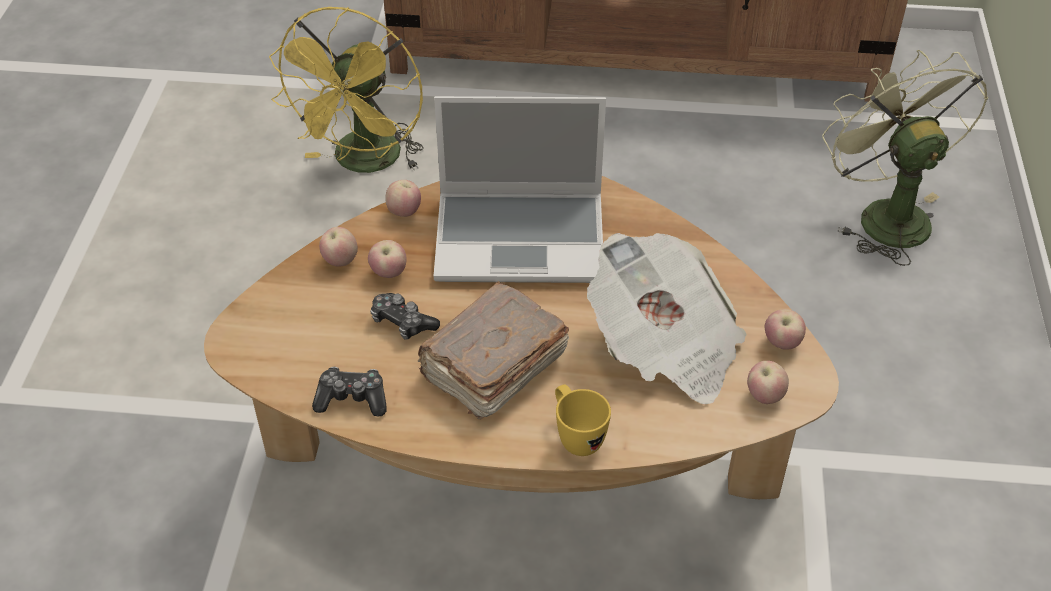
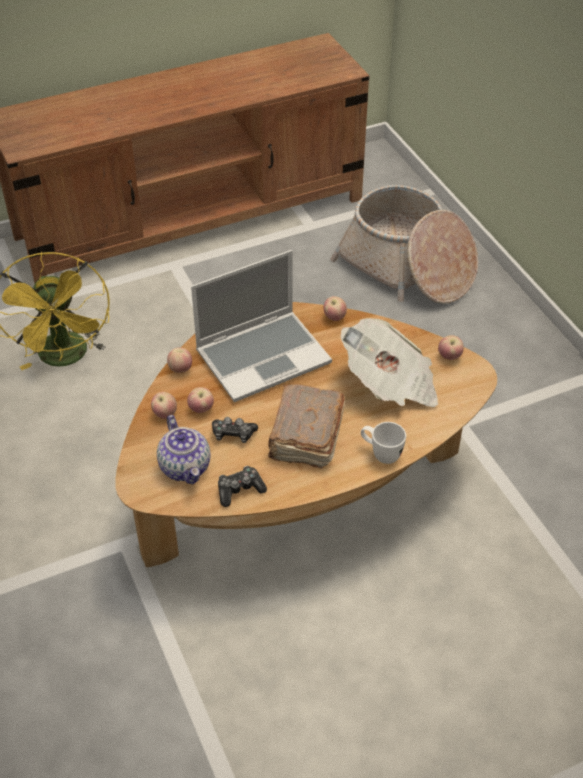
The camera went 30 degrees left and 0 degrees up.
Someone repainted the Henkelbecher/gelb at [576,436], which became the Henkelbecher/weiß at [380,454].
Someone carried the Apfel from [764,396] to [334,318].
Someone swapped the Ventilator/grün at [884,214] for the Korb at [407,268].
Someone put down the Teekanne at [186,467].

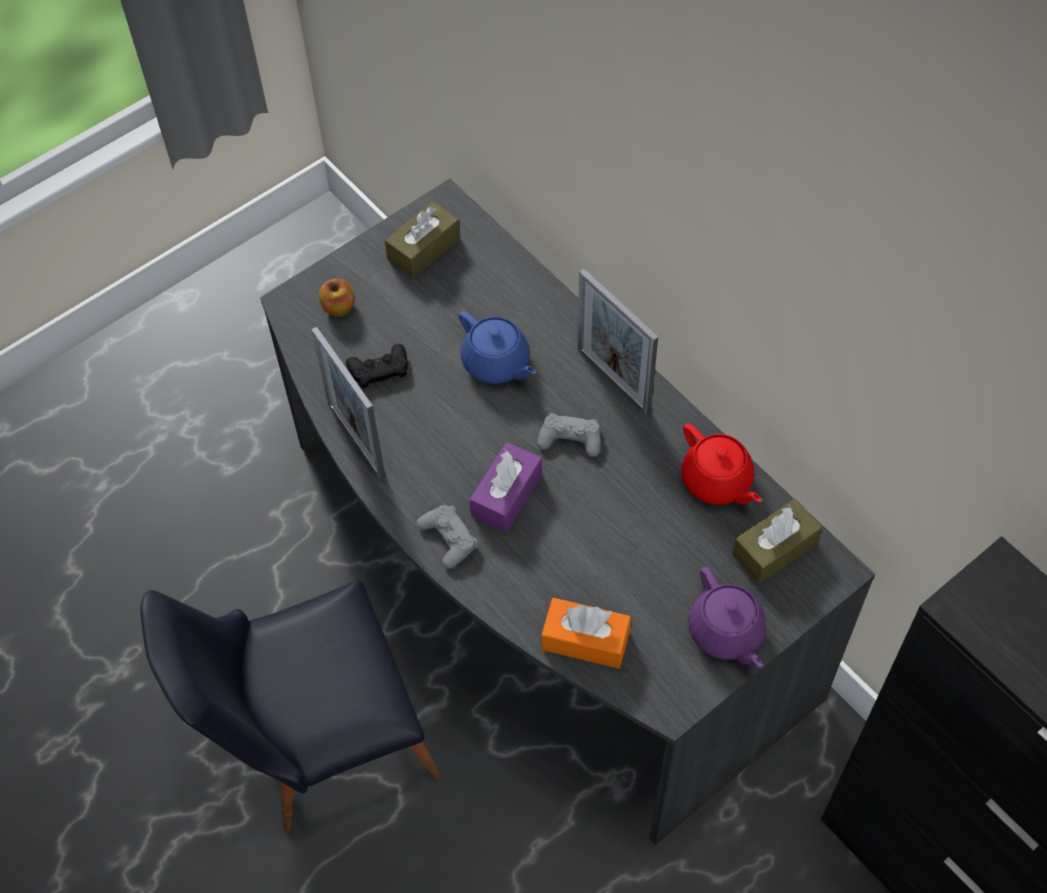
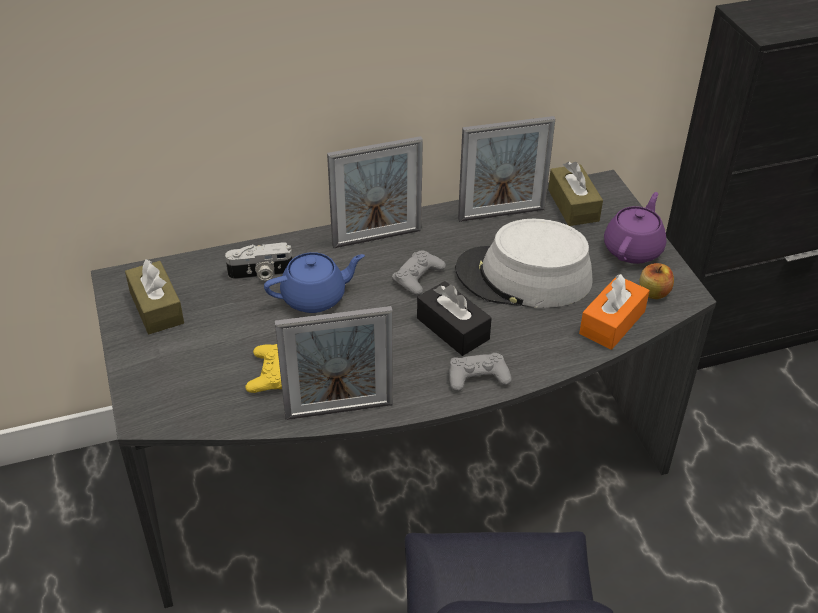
The camera went 70 degrees left and 15 degrees down.
Someone carried the Apfel from [339,307] to [653,292].
Someone repainted the Gamepad/schwarz at [379,369], which became the Gamepad/gelb at [269,373].
Someone repainted the Taschentuchbox/lila at [506,495], which became the Taschentuchbox/schwarz at [453,328].
Someone swapped the Teekanne/rot at [717,481] for the Bilderrahmen at [501,214].
Someone rotated the Teekanne/lila at [726,632] by 60 degrees counterclockwise.
Someone put down the Kamera at [261,274].
Someone put down the Hut/grau at [523,277].

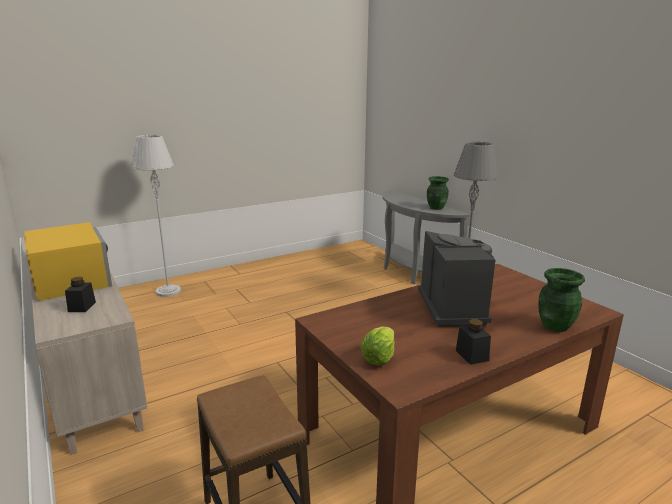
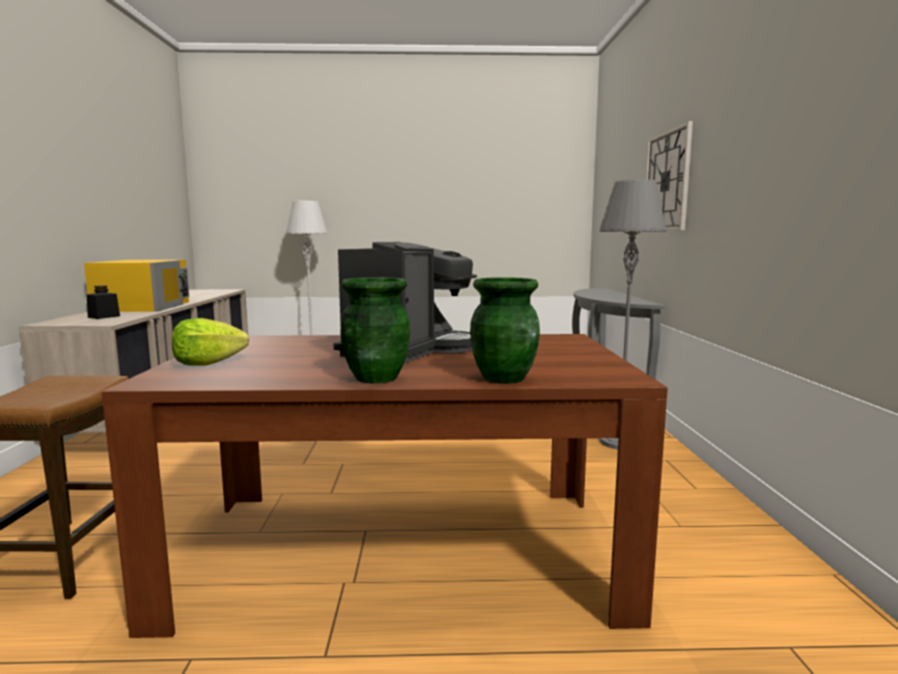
The camera went 30 degrees right and 10 degrees down.
Someone carried the Vase/grün from [436,208] to [376,378].
Someone took away the Vorratsglas/schwarz at [472,355].
Someone put up the Wanduhr at [667,181].

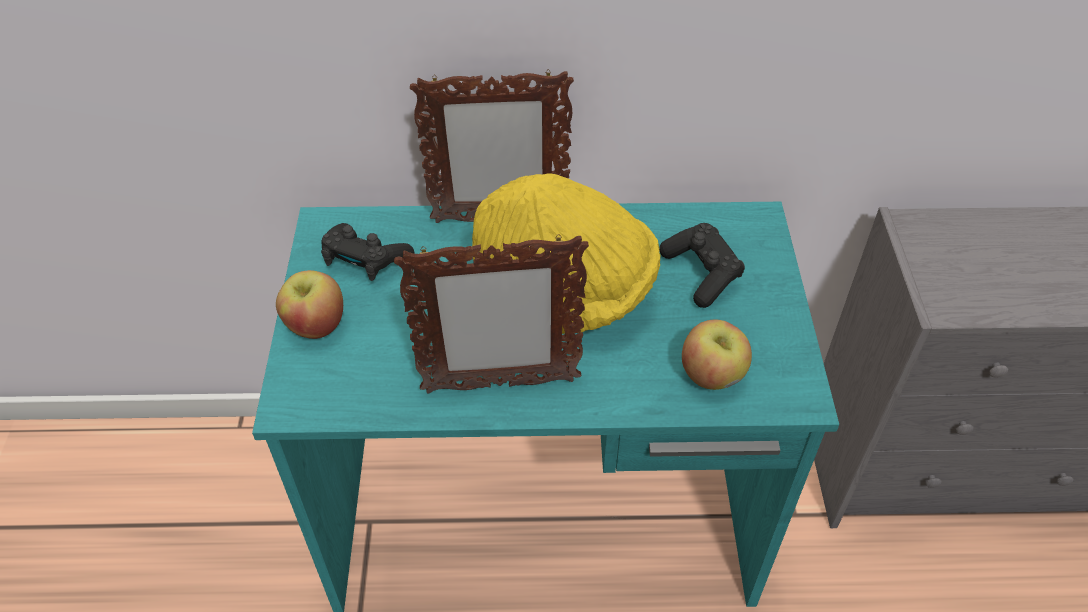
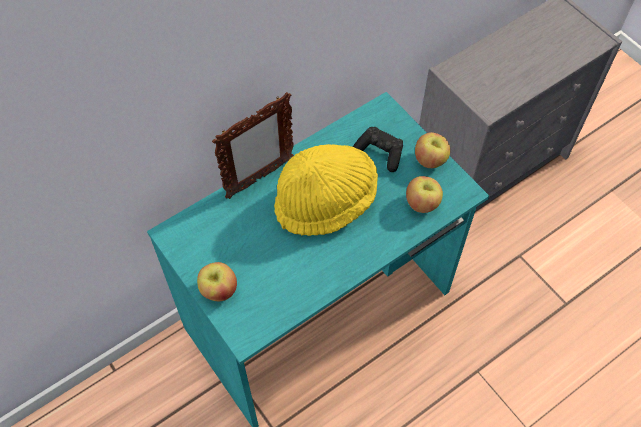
The camera went 35 degrees left and 10 degrees up.
Someone took away the Gamepad/schwarz at [365,261].
Someone took away the Bilderrahmen at [499,385].
Someone put down the Apfel at [430,160].

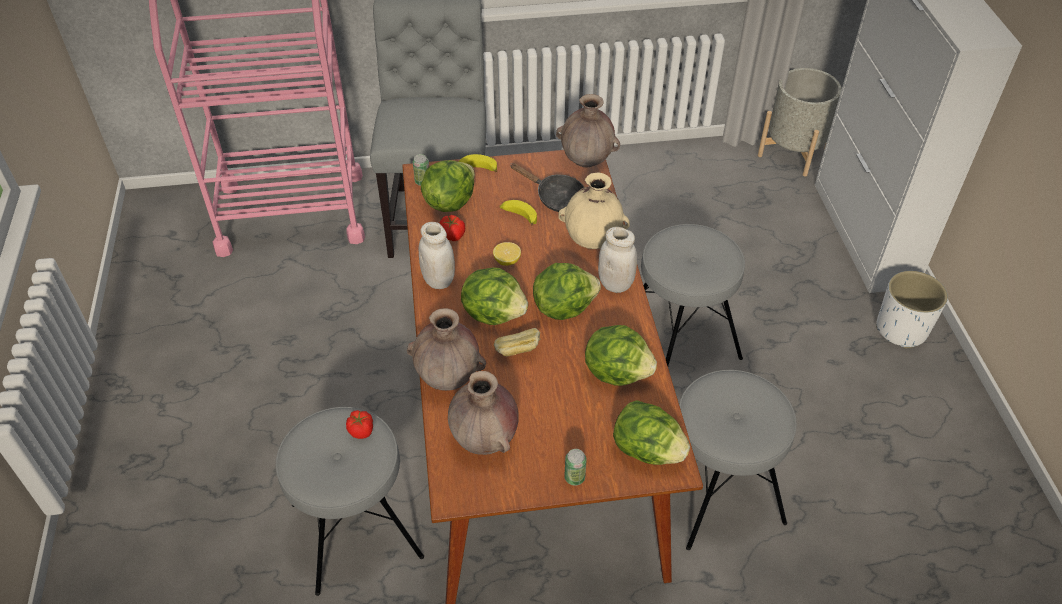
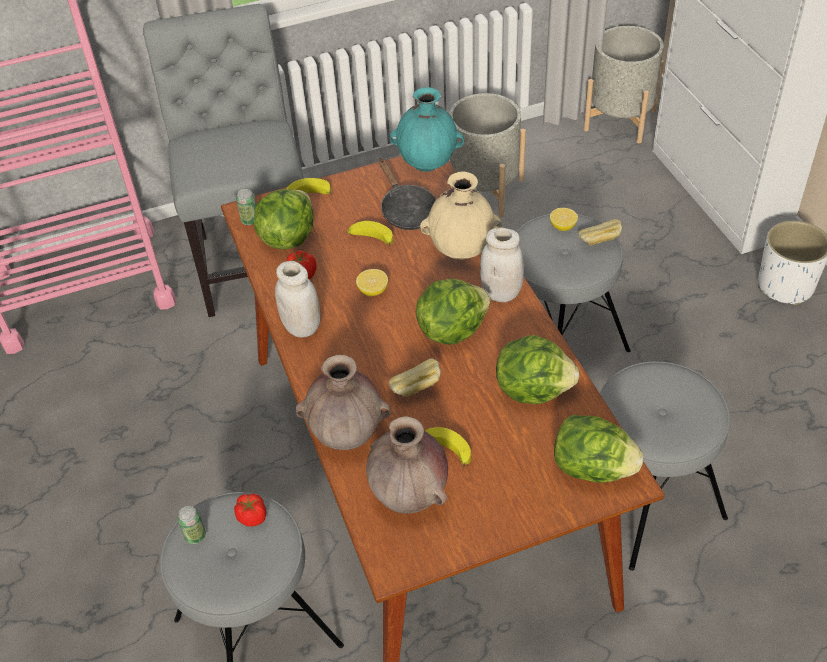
The camera went 10 degrees left and 0 degrees up.
Someone took away the Salatkopf at [494,313].
Someone rotated the Pfanne/schwarz at [556,197] by 45 degrees clockwise.
Someone repainted the Vase/braun at [586,162], which became the Vase/türkis at [428,165].
Someone carried the Dose from [574,477] to [195,535].
Someone put down the Banane at [446,450].
Someone put down the Pflanzkübel/grau at [484,190].
Someone put down the Zitrone at [562,226].
Someone put down the Brot at [599,243].

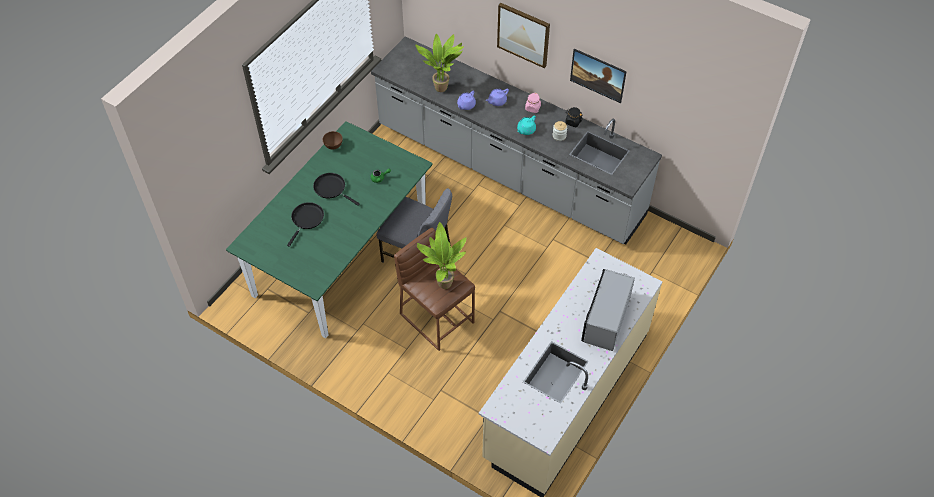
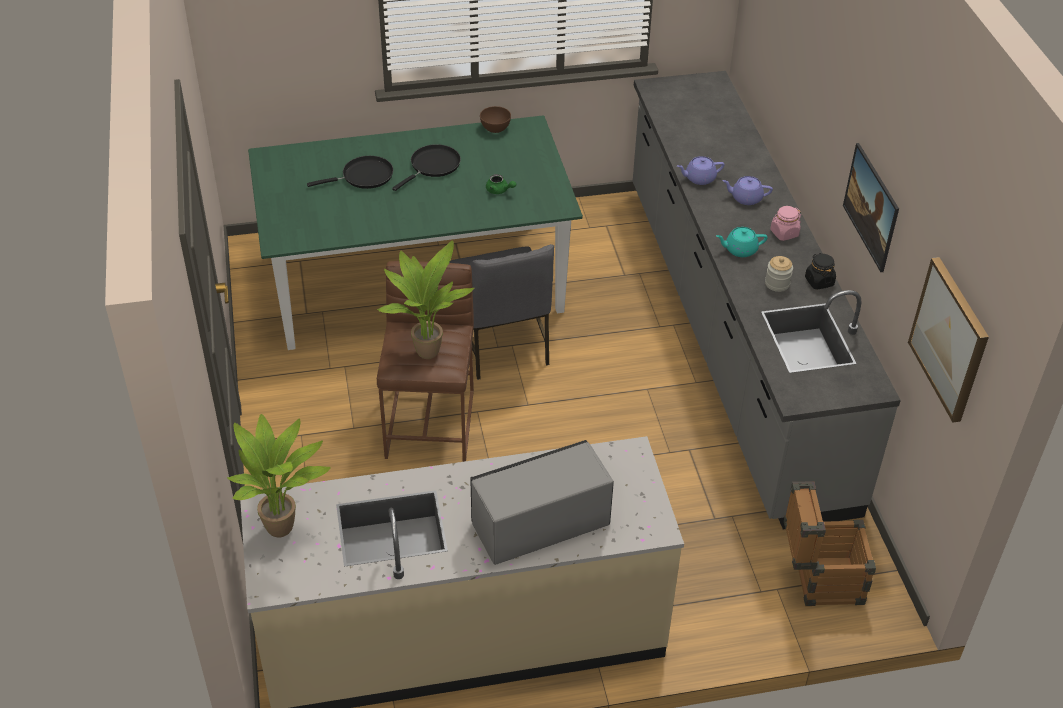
The camera went 45 degrees right and 10 degrees down.
Someone rotated the Pfanne/schwarz at [331,188] by 45 degrees clockwise.
Someone carried the Topfpflanze from [442,87] to [285,528].
Someone carried the Bild from [523,34] to [950,339].
Someone put down the Kiste at [818,580].

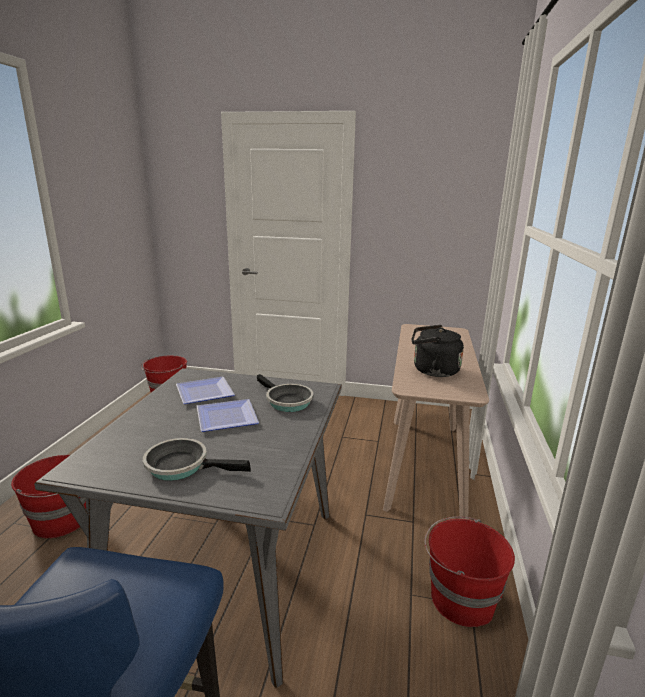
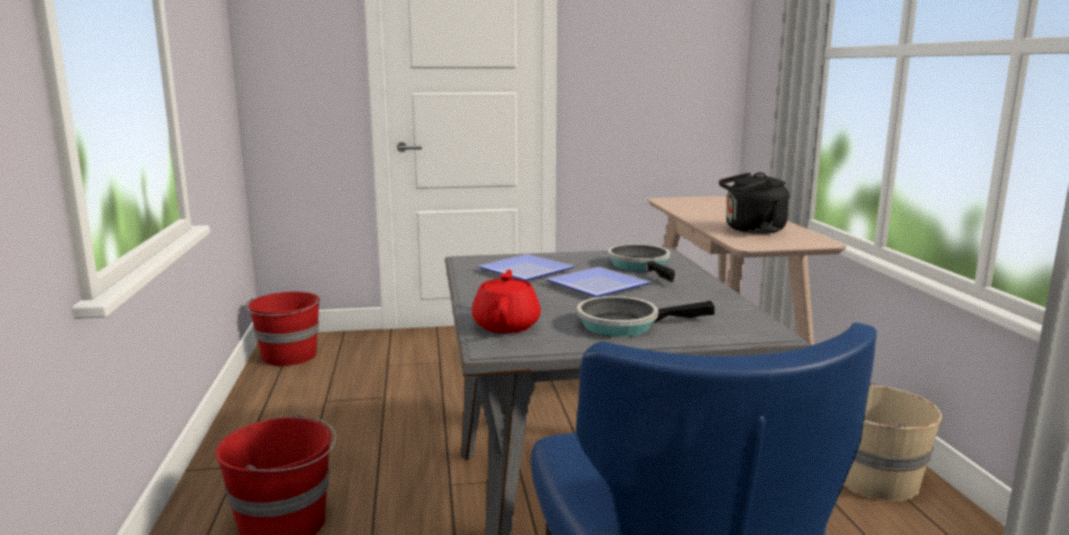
The camera went 20 degrees left and 5 degrees down.
Someone rotated the Pfanne at [286,401] by 135 degrees counterclockwise.
Someone repainted the Eimer/rot at [460,599], which became the Eimer/beige at [874,480].
Someone put down the Teekanne/rot at [507,325].

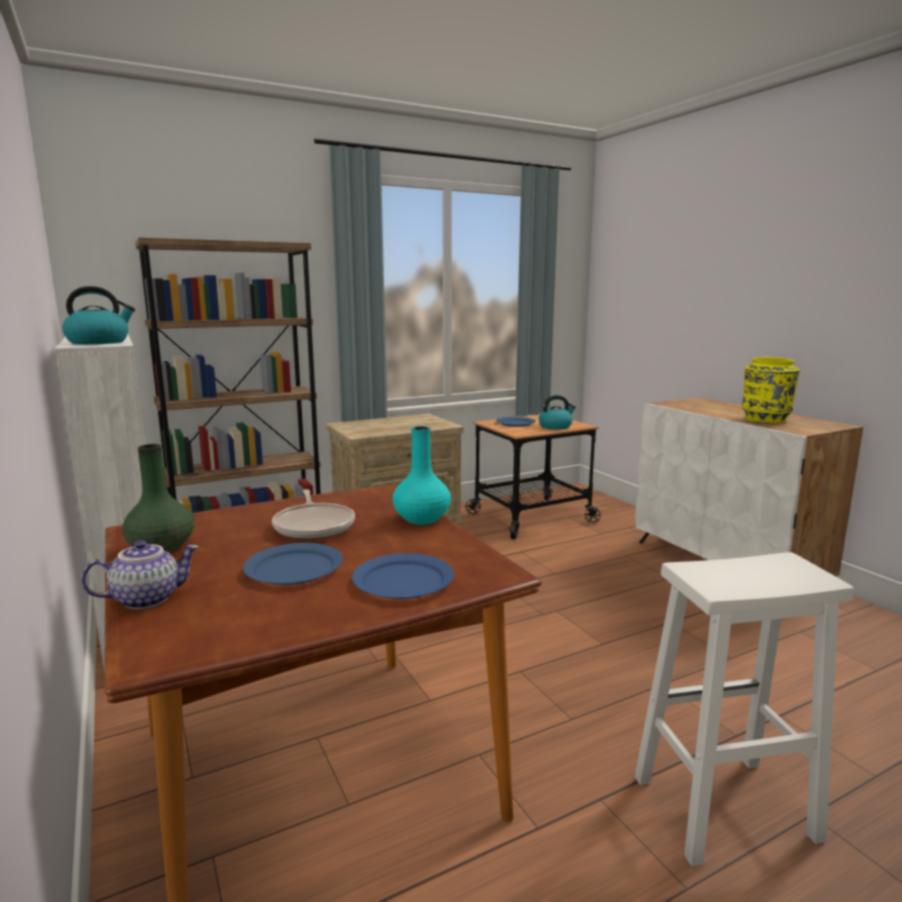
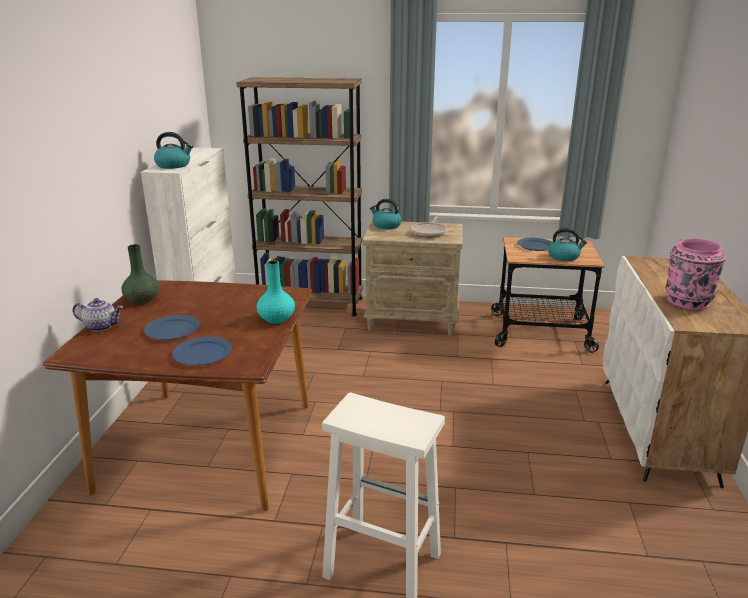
The camera went 35 degrees right and 10 degrees up.
Someone carried the Pfanne from [314,526] to [429,232].
Someone repainted the Vase/gelb at [765,420], which became the Vase/rosa at [687,302].
Someone put down the Wasserkessel at [386,225].

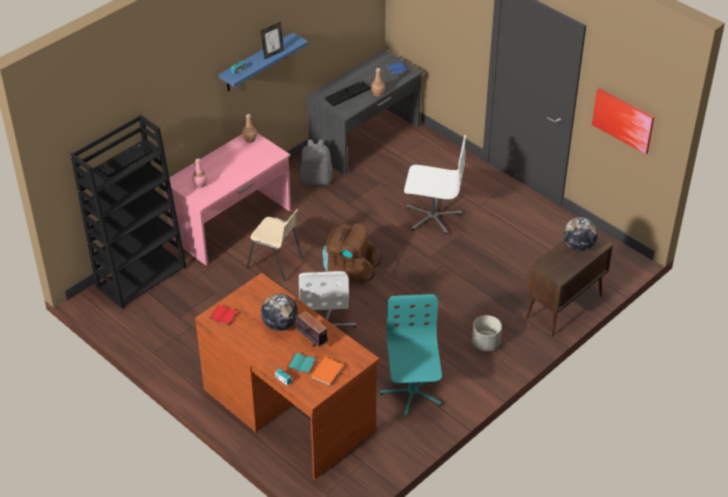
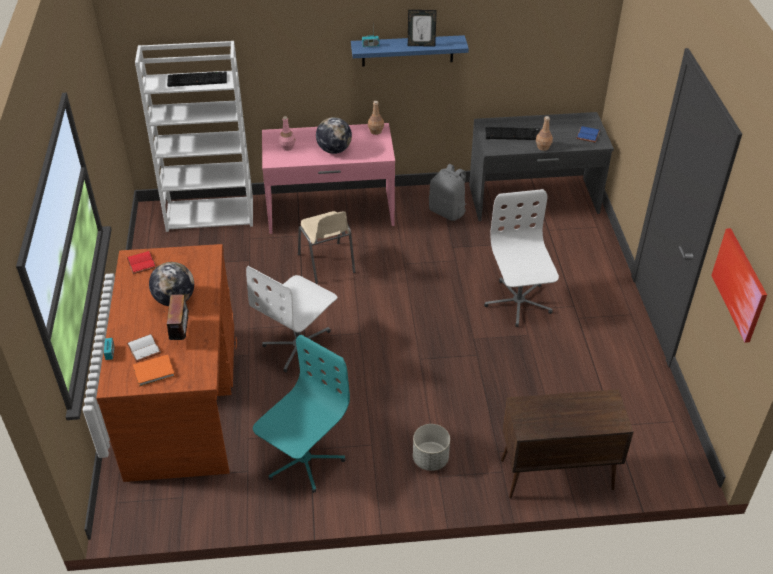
The camera went 40 degrees right and 0 degrees up.
Someone repainted the Bücherregal/schwarz at [141,276], which became the Bücherregal/weiß at [211,214].
Someone repainted the Buch/türkis at [301,365], which became the Buch/weiß at [142,348].
Someone took away the Rucksack/braun at [349,271].
Someone rotated the Bürostuhl/weiß at [432,217] by 150 degrees counterclockwise.
Someone carried the Globus from [578,246] to [334,150].

